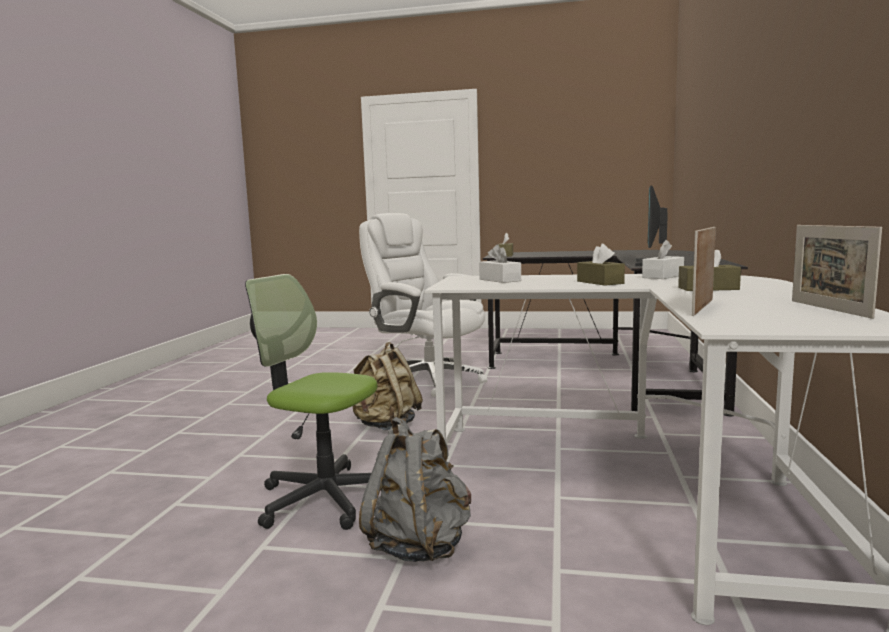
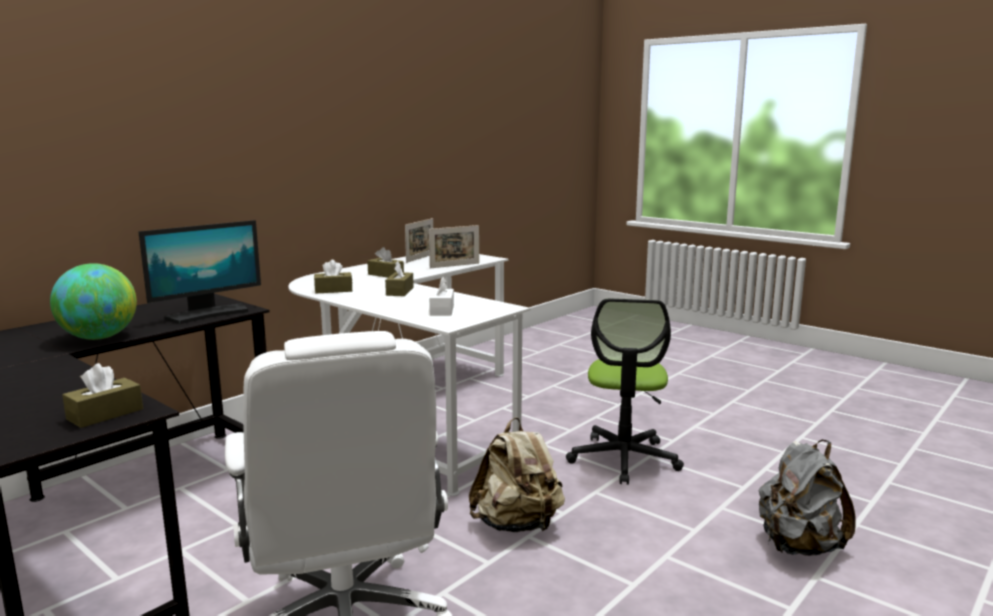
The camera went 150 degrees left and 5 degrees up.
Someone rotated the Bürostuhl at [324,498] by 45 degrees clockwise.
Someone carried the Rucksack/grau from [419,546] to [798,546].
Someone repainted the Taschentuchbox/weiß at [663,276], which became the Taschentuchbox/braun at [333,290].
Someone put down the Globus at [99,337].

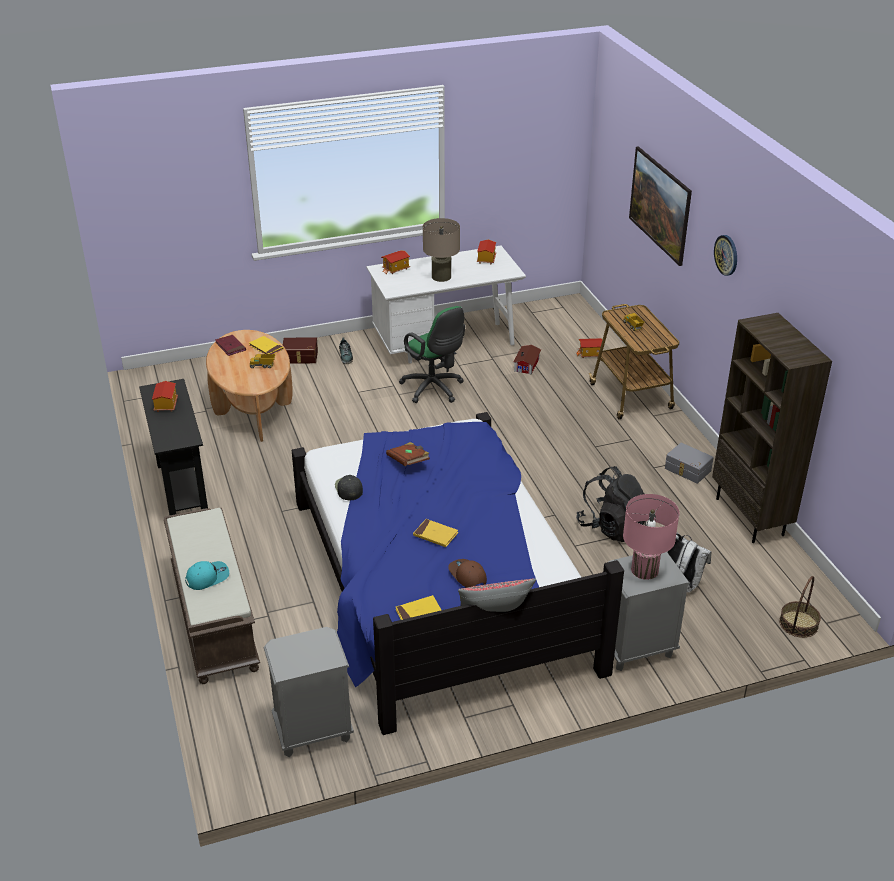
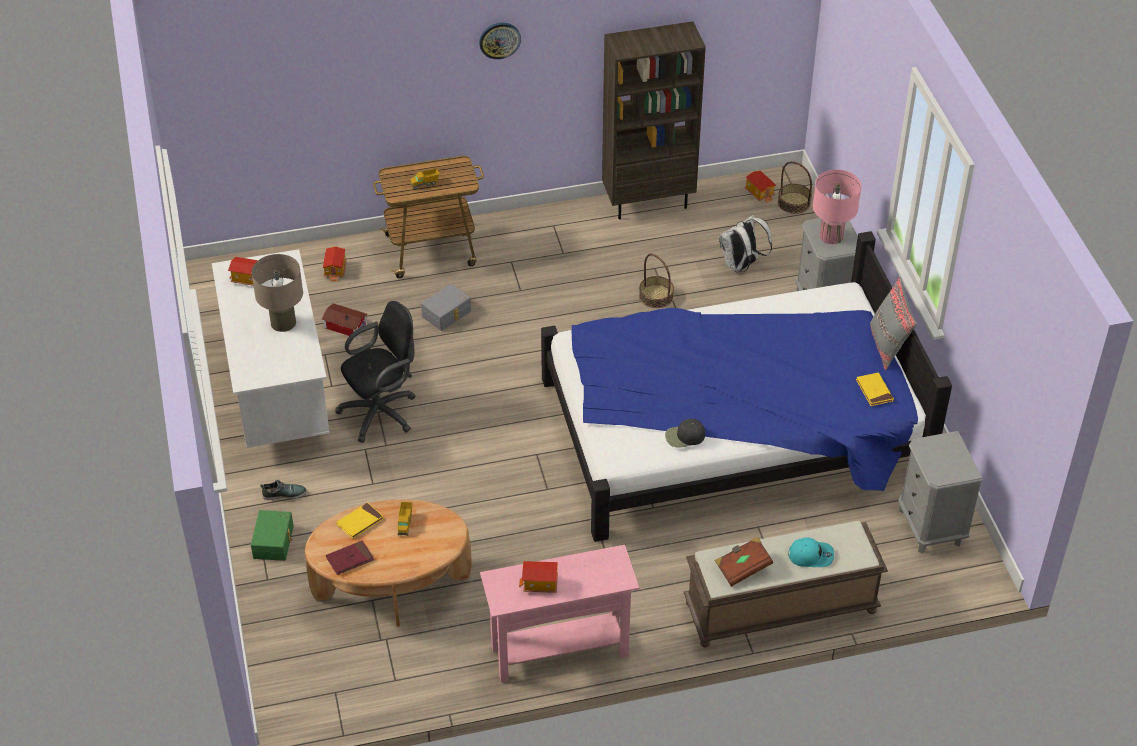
The camera went 85 degrees left and 10 degrees up.
Someone repainted the Konsolentisch/schwarz at [182,491], which became the Konsolentisch/rosa at [559,651].
Someone rotated the Kappe/türkis at [207,577] by 120 degrees clockwise.
Someone repainted the Aufbewahrungsbox/braun at [300,357], which became the Aufbewahrungsbox/grün at [274,541].
Someone carried the Spielzeughaus from [396,269] to [760,193].
Someone carried the Buch/braun from [408,461] to [743,568].
Someone repainted the Bürostuhl/grün at [434,389], which became the Bürostuhl/schwarz at [382,412].
Someone took away the Buch/gelb at [435,535].
Someone took away the Kappe/braun at [467,576].
Someone swapped the Rucksack/schwarz at [611,527] for the Korb at [656,296].
Someone took away the Bild at [657,223].
Someone carried the Aufbewahrungsbox/grau from [687,470] to [447,314].

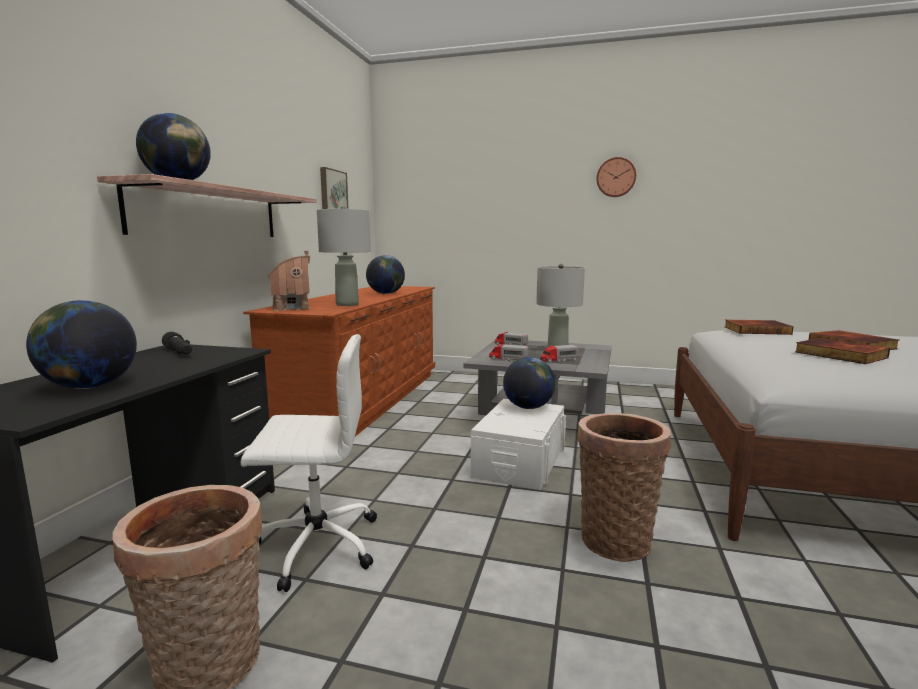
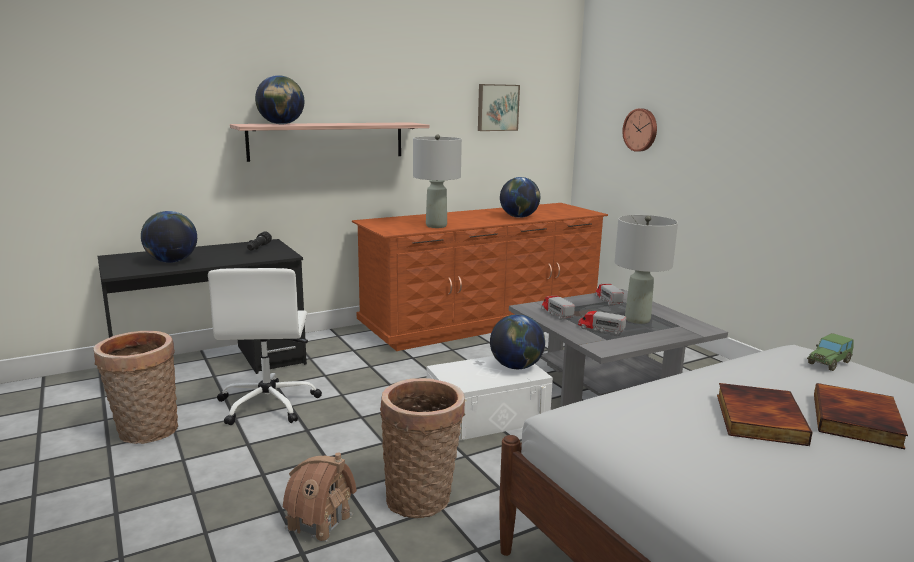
The camera went 45 degrees right and 5 degrees up.
Someone rotated the Bürostuhl/weiß at [315,545] by 45 degrees clockwise.
Someone carried the Spielzeughaus from [292,308] to [319,522].
Someone carried the Wanduhr from [616,177] to [641,130].
Someone swapped the Buch at [756,330] for the Spielzeugauto at [829,363].

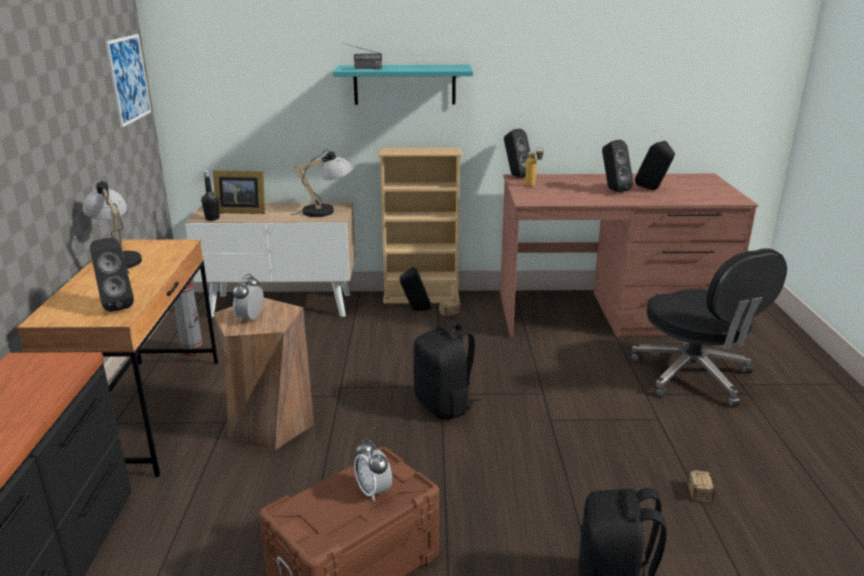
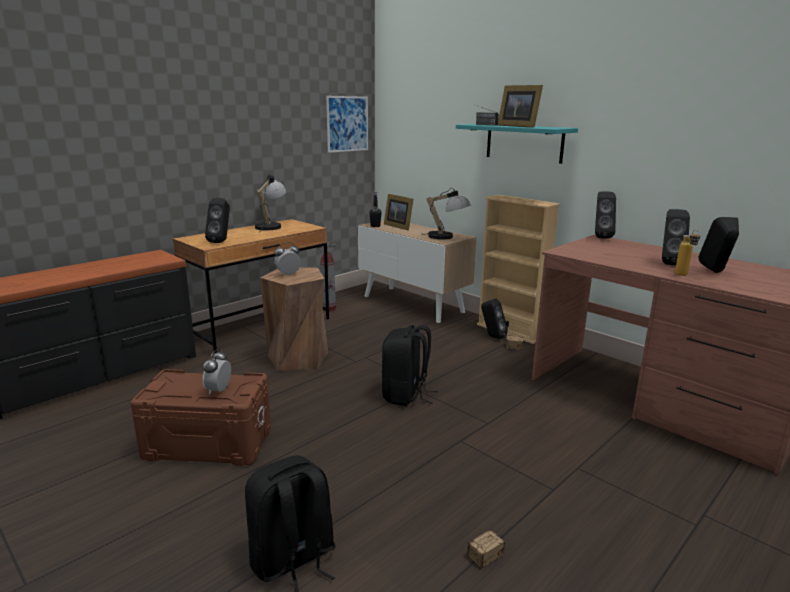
The camera went 45 degrees right and 5 degrees down.
Someone carried the Flasche from [533,186] to [683,275].
Someone took away the Bürostuhl/schwarz at [694,376].
Someone put down the Bilderrahmen at [518,126].

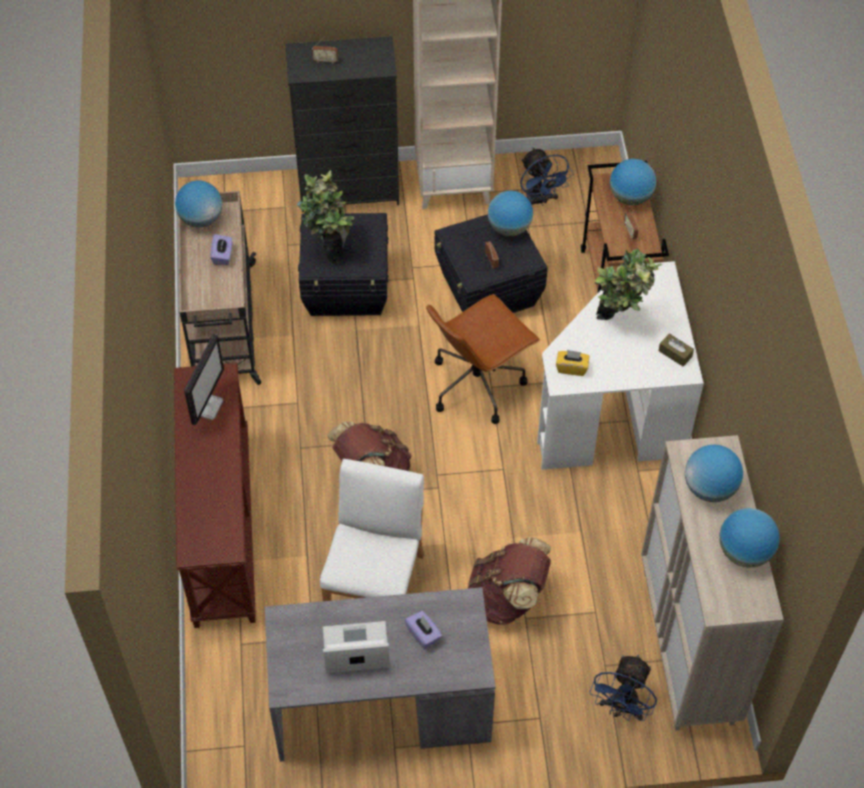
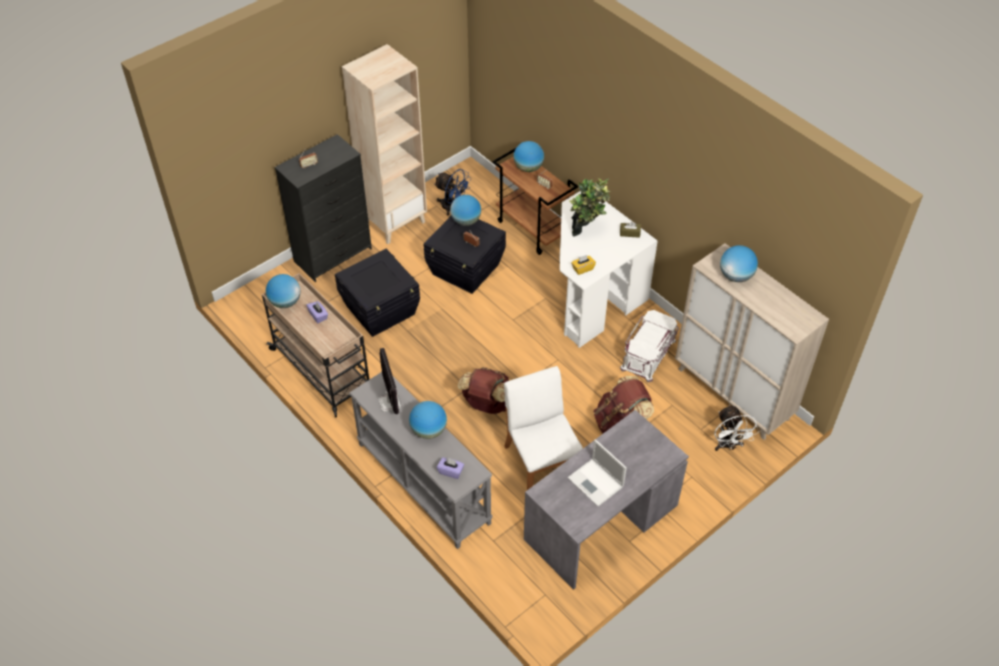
The camera went 35 degrees left and 5 degrees down.
Someone repainted the Konsolentisch/braun at [220,526], which became the Konsolentisch/grau at [422,483].
Someone took away the Topfpflanze at [329,250].
Someone rotated the Laptop at [354,648] by 90 degrees counterclockwise.
Someone carried the Taschentuchbox/lila from [423,634] to [451,471].
Someone took away the Bürostuhl/braun at [477,384].
Someone repainted the Ventilator/blau at [621,708], which became the Ventilator/weiß at [728,445].
Someone carried the Globus from [744,552] to [428,430].
Someone put down the Aufbewahrungsbox/weiß at [649,354].

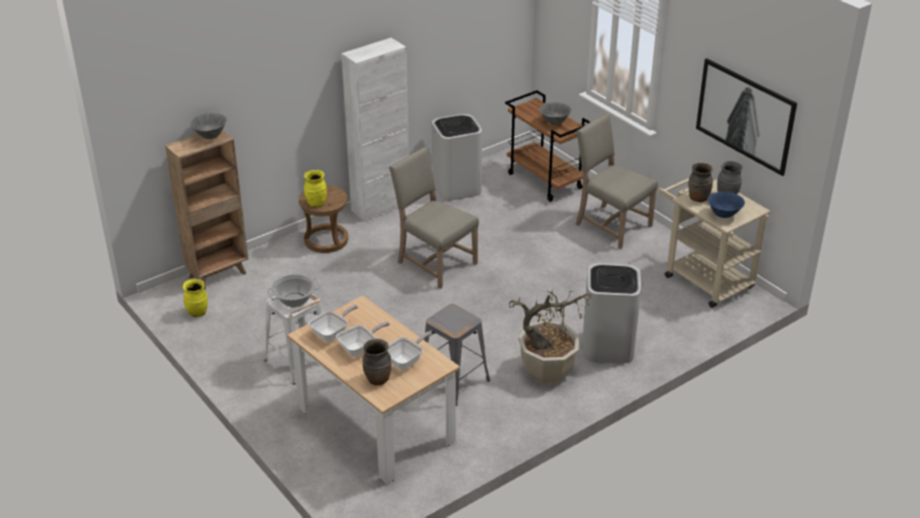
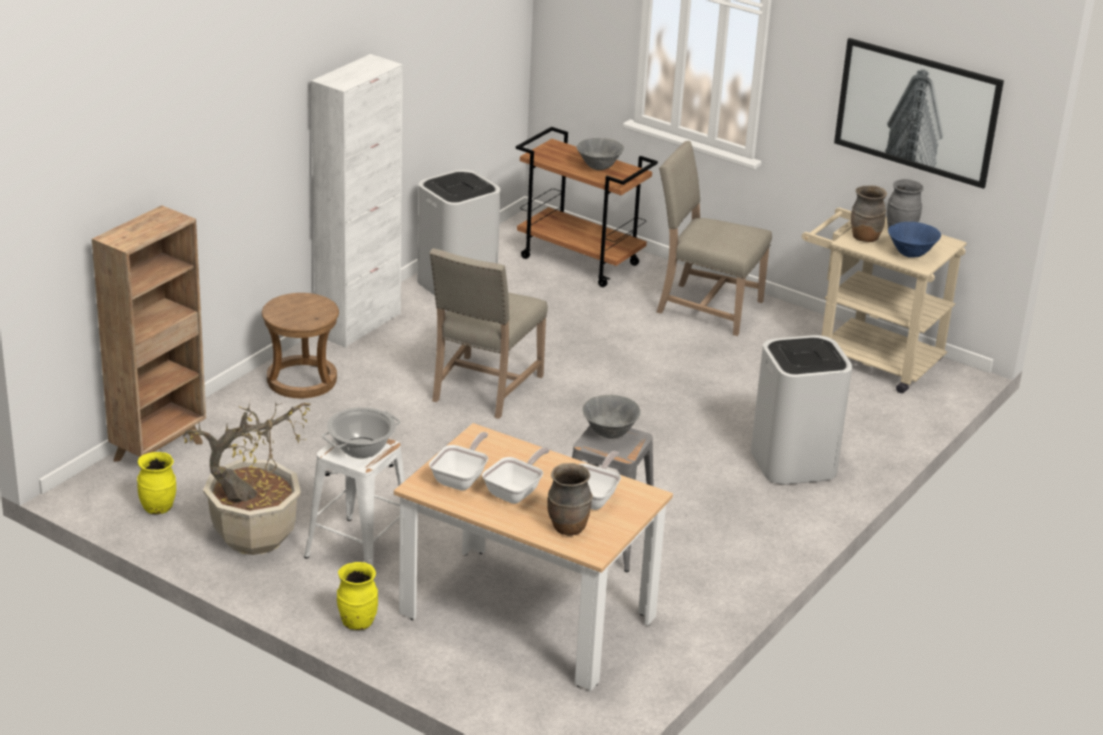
The camera went 20 degrees left and 5 degrees down.
Someone carried the Schüssel/grau from [210,136] to [609,434].
Someone carried the Vase/gelb from [316,203] to [357,622].
Someone rotated the Stuhl/beige at [434,263] by 90 degrees counterclockwise.
Someone carried the Topfpflanze from [547,370] to [254,537].

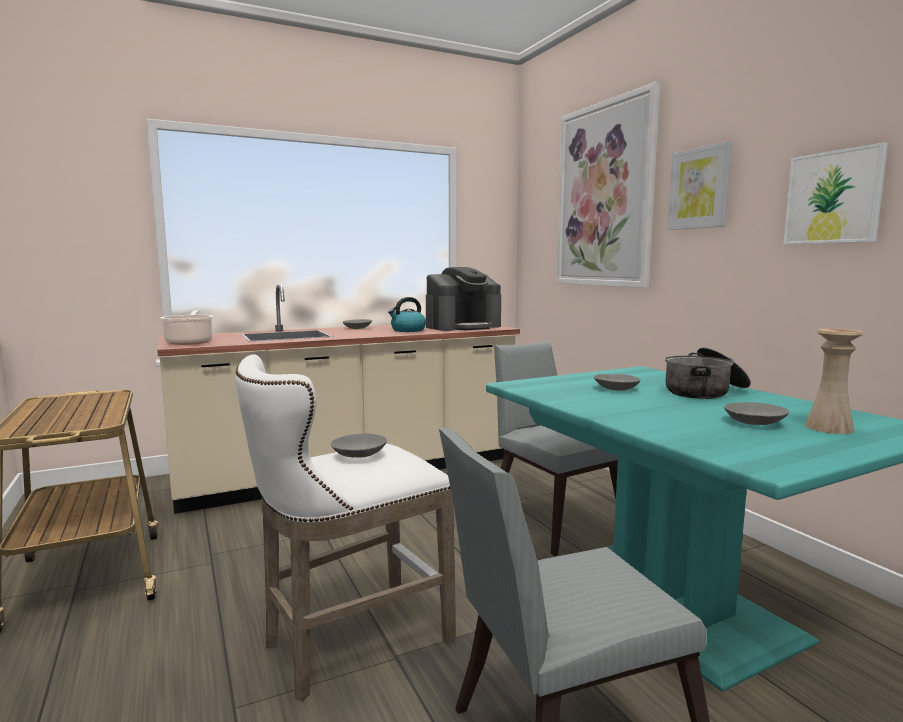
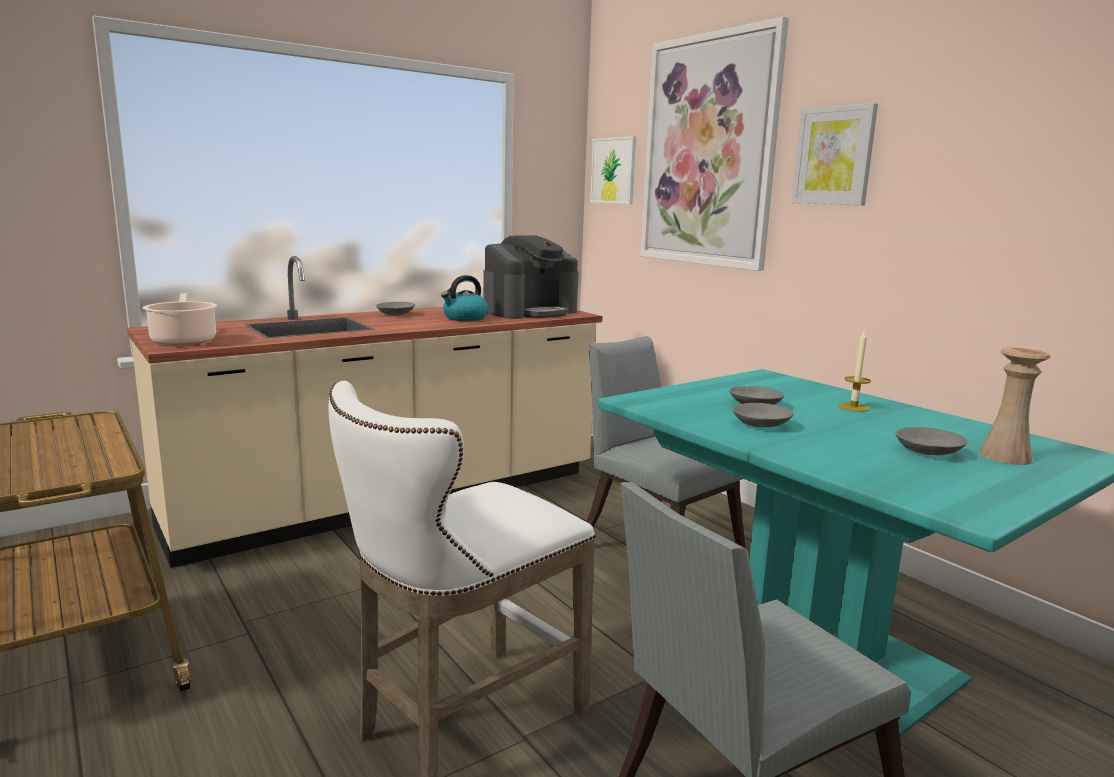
The camera went 10 degrees left and 5 degrees up.
Someone carried the Schüssel/grau from [358,454] to [760,425].
Someone swapped the Kochtopf at [705,391] for the Kerze at [853,407].
Someone carried the Bild from [833,197] to [613,170].

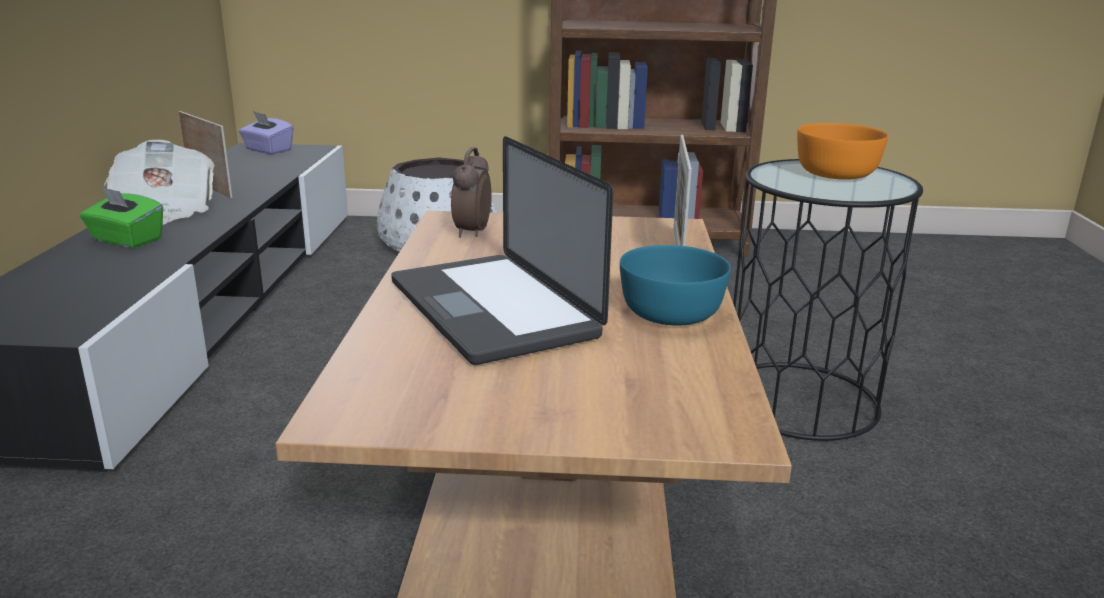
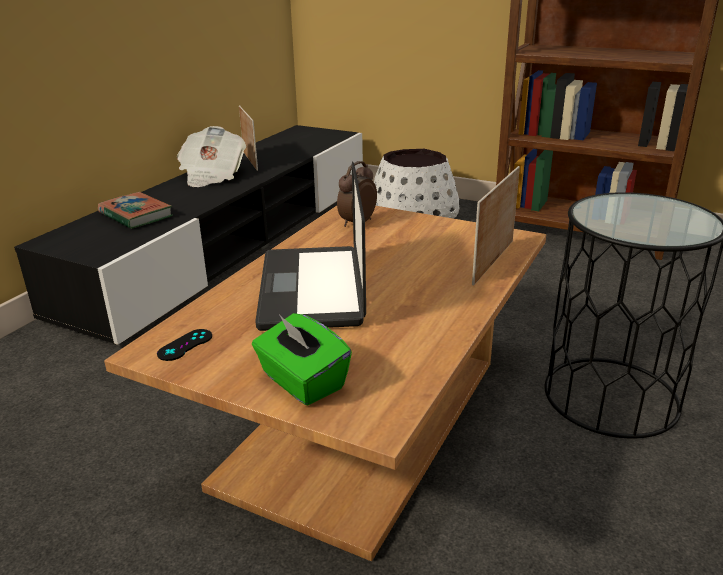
The camera went 25 degrees right and 5 degrees up.
Someone carried the Taschentuchbox/grün from [126,240] to [302,382].
Someone took away the Taschentuchbox/lila at [268,150].
Someone took away the Schüssel/türkis at [670,313].
Someone took away the Schüssel/orange at [835,174].
Someone put down the Buch at [136,215].
Someone put down the Gamepad/schwarz at [185,345].

